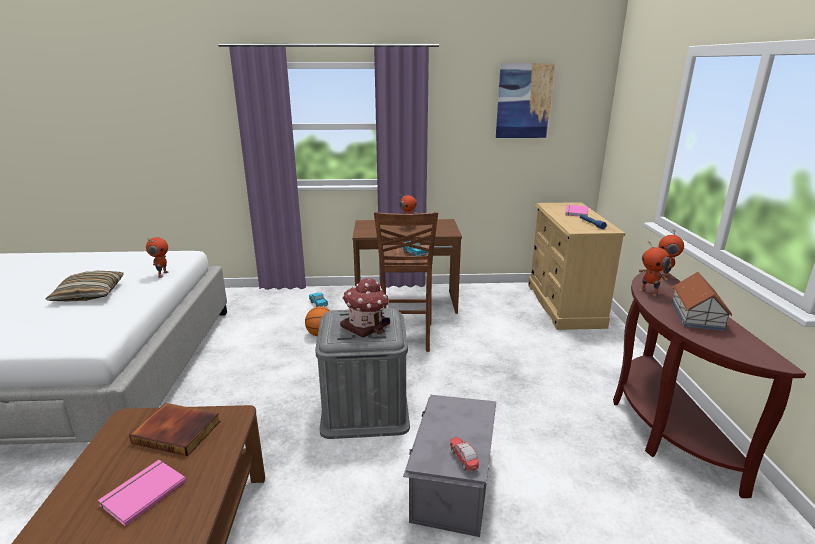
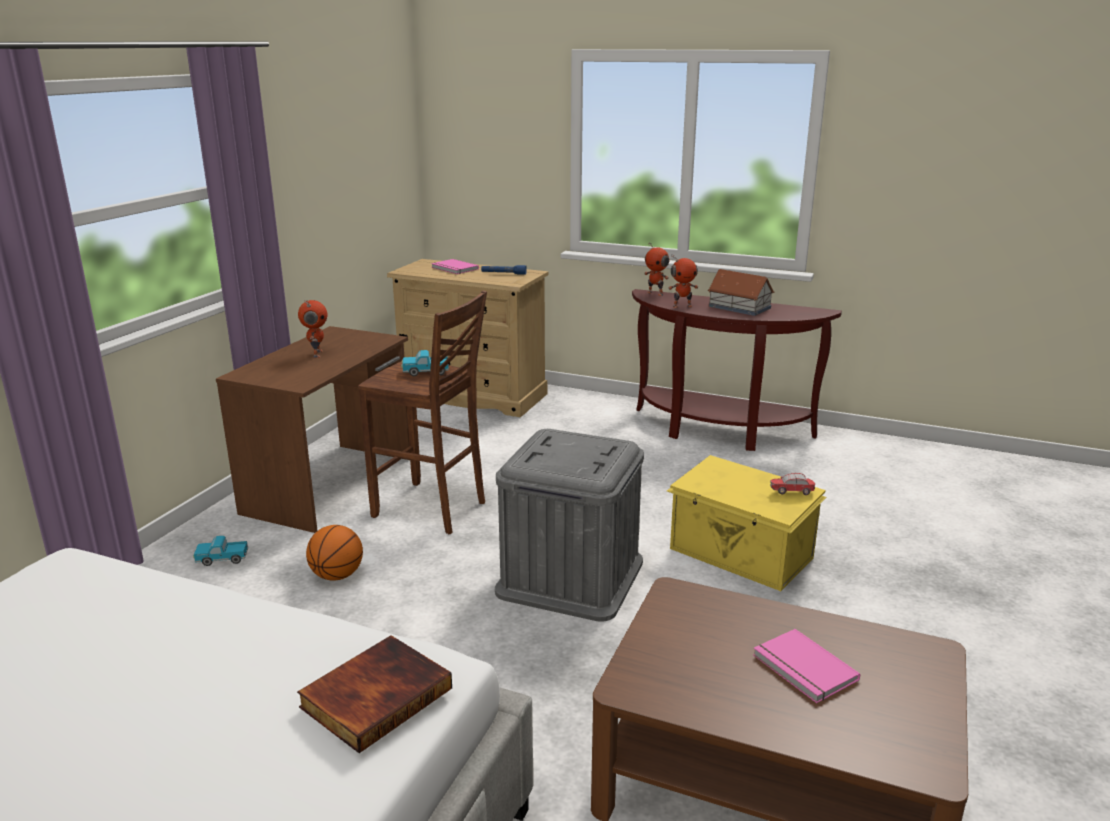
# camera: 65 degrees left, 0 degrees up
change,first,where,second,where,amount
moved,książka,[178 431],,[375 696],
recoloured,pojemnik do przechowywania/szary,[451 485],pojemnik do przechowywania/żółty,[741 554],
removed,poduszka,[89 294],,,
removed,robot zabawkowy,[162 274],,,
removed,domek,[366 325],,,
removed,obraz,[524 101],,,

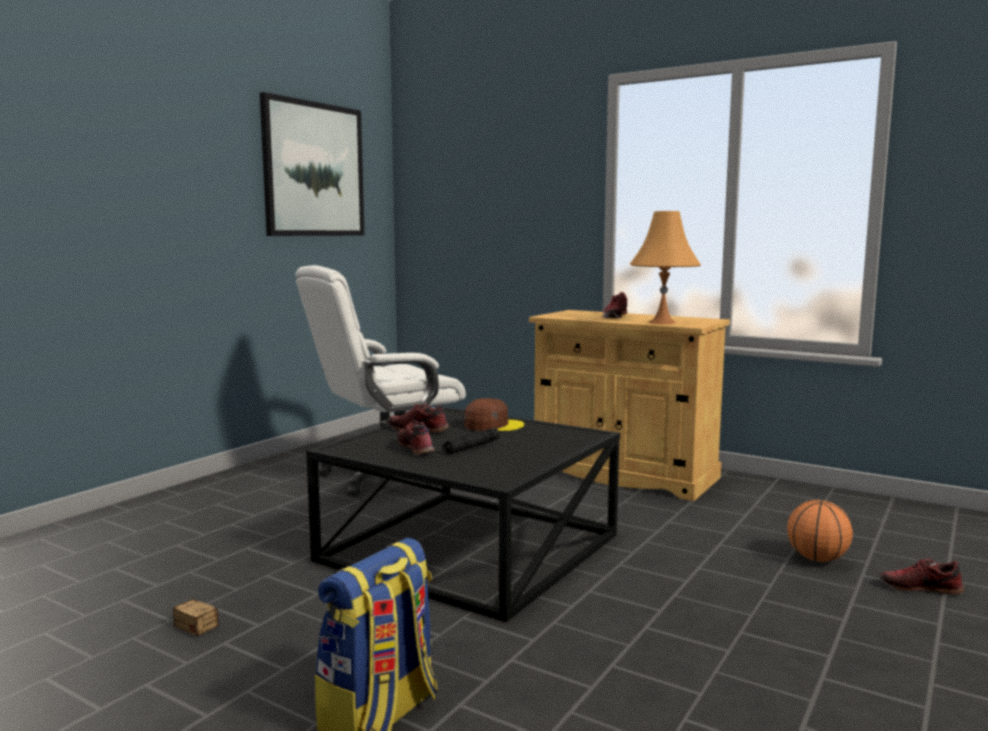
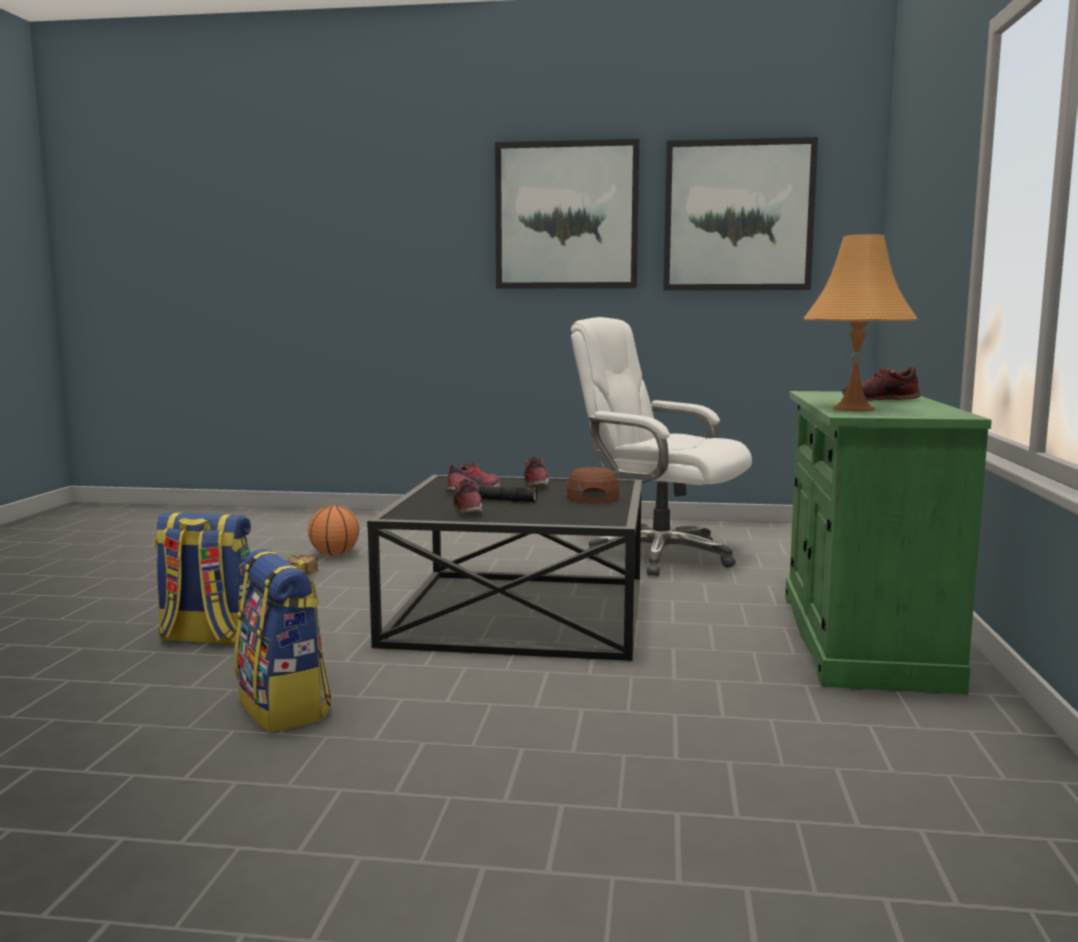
# camera: 65 degrees right, 0 degrees up
change,first,where,second,where,amount
added,,,plecak,[285 708],
moved,piłka do koszykówki,[817 559],,[334 555],
moved,but,[920 587],,[469 509],
added,,,obraz,[566 215],
turned,czapka z daszkiem/brązowy,[492 425],,[591 496],150 degrees counterclockwise
recoloured,szafka/beżowy,[623 474],szafka/zielony,[862 639],

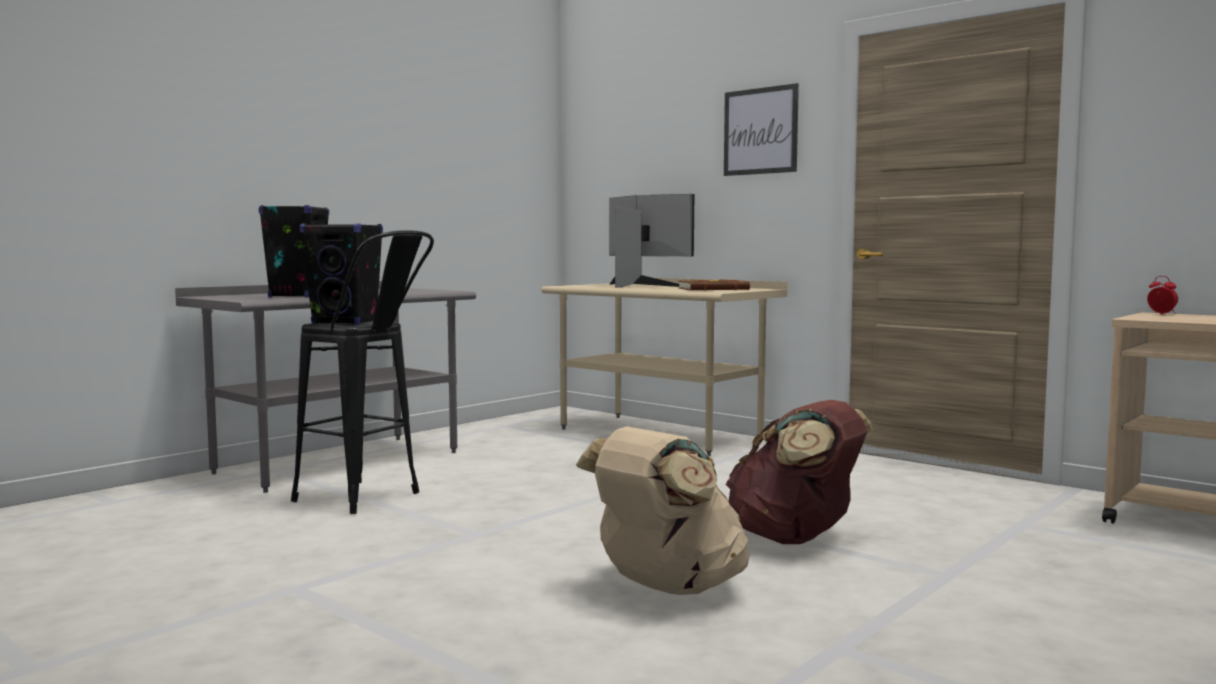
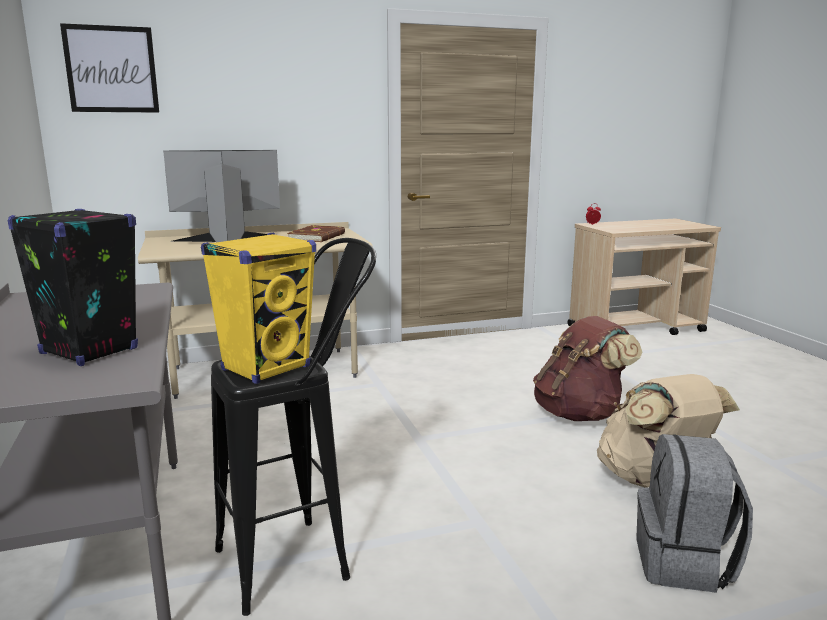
# camera: 60 degrees left, 10 degrees up
change,first,where,second,where,amount
moved,obraz,[760 131],,[111 69],
recoloured,głośnik/czarny,[346 323],głośnik/żółty,[266 368],
added,,,plecak/szary,[684 563],

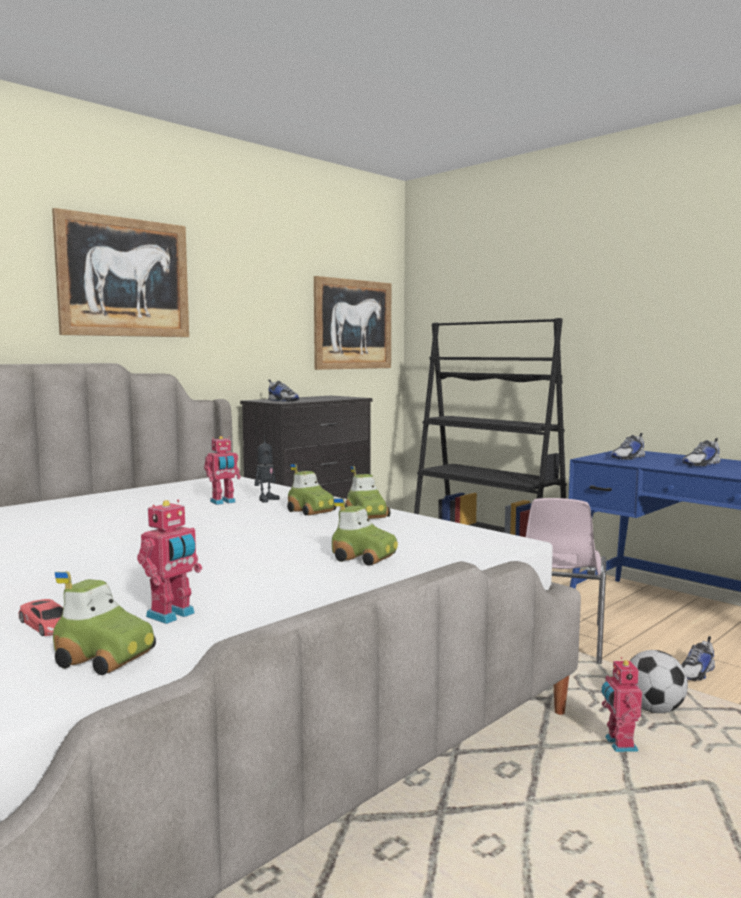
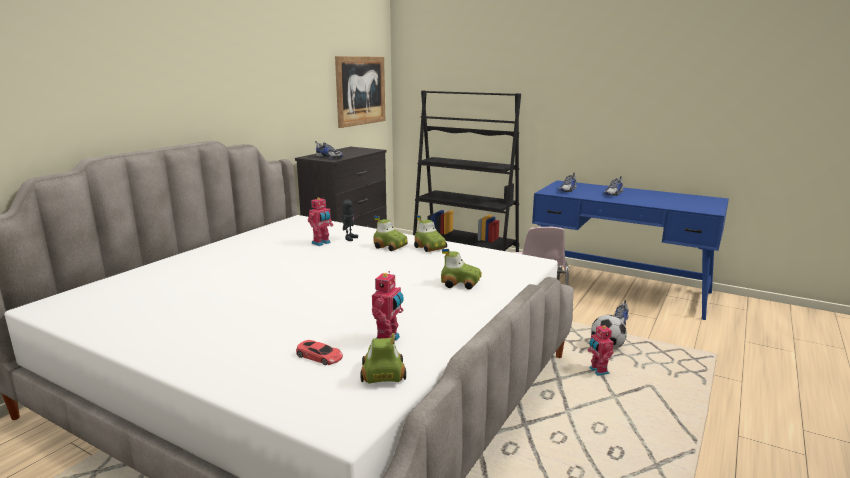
# camera: 15 degrees left, 10 degrees up
change,first,where,second,where,amount
turned,samochodzik,[107 657],,[382 374],105 degrees counterclockwise
removed,obraz,[124 277],,,

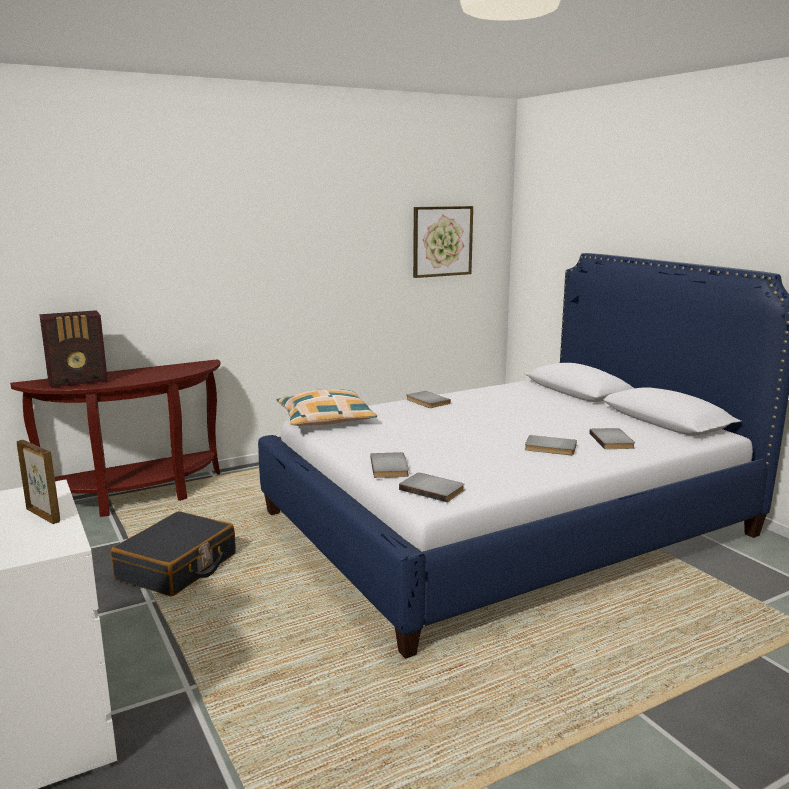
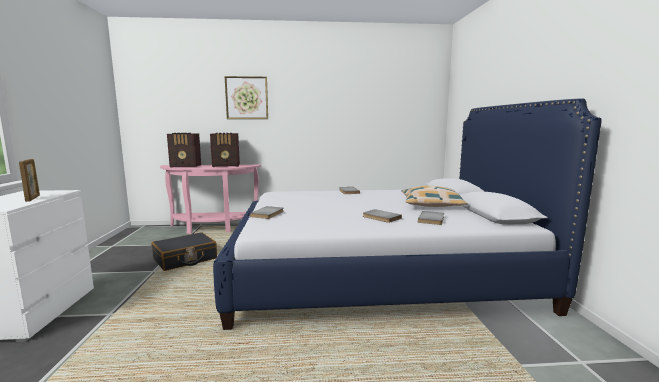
# camera: 25 degrees right, 5 degrees down
change,first,where,second,where,amount
recoloured,stolik konsolowy/brązowy,[138 496],stolik konsolowy/różowy,[212 228],
added,,,radio,[226 166],
moved,obraz,[442 241],,[247 98],
moved,poduszka,[325 419],,[431 204],
removed,książka/szary,[433 489],,,

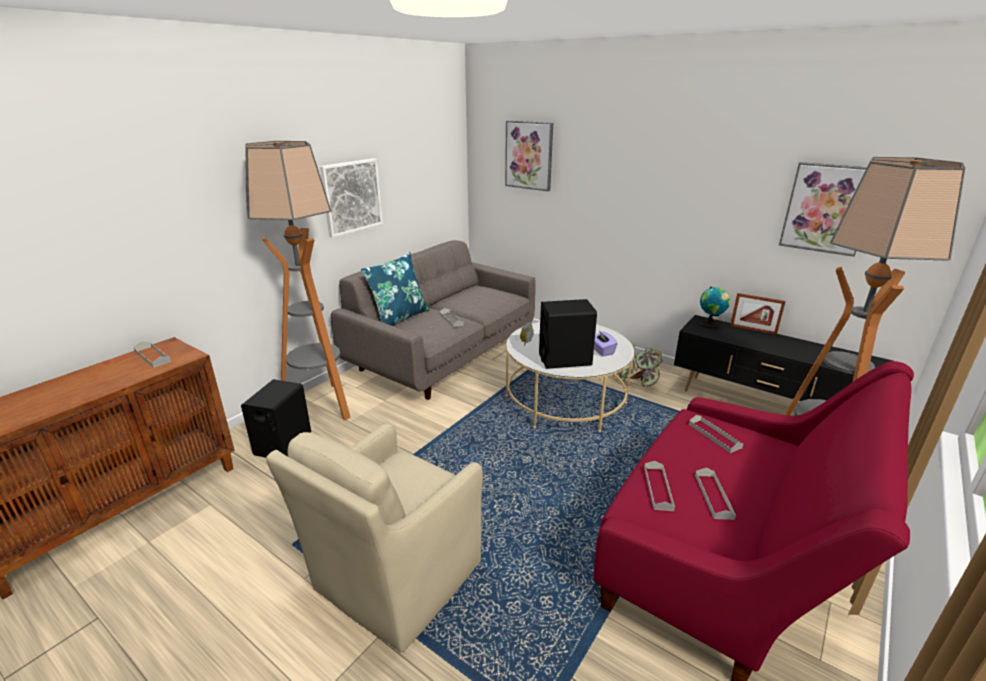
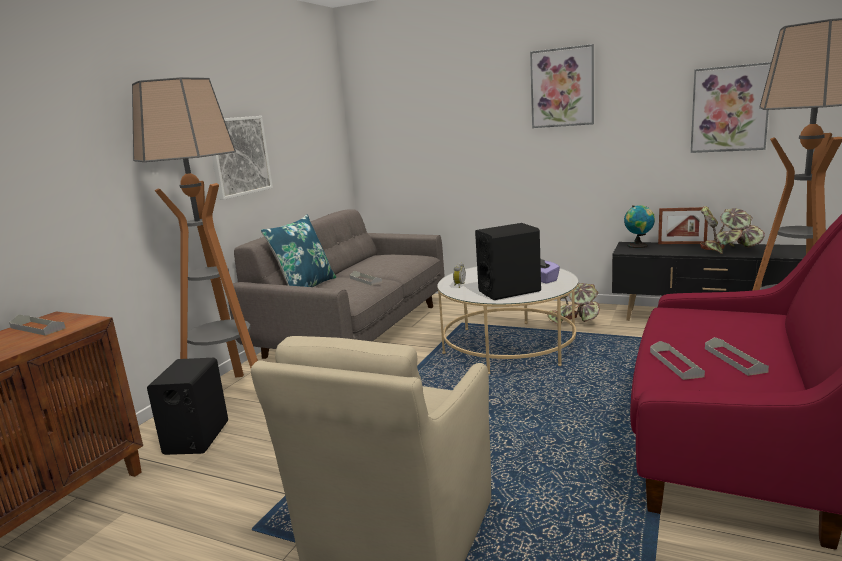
# camera: 10 degrees left, 10 degrees down
change,first,where,second,where,amount
moved,obraz,[529 155],,[562 87],
added,,,roślina doniczkowa,[727 249],
removed,taca/szary,[714 435],,,

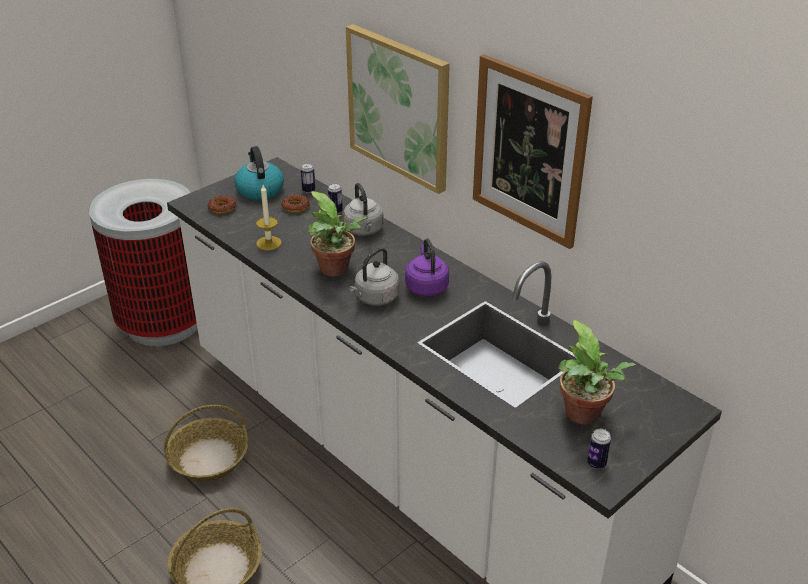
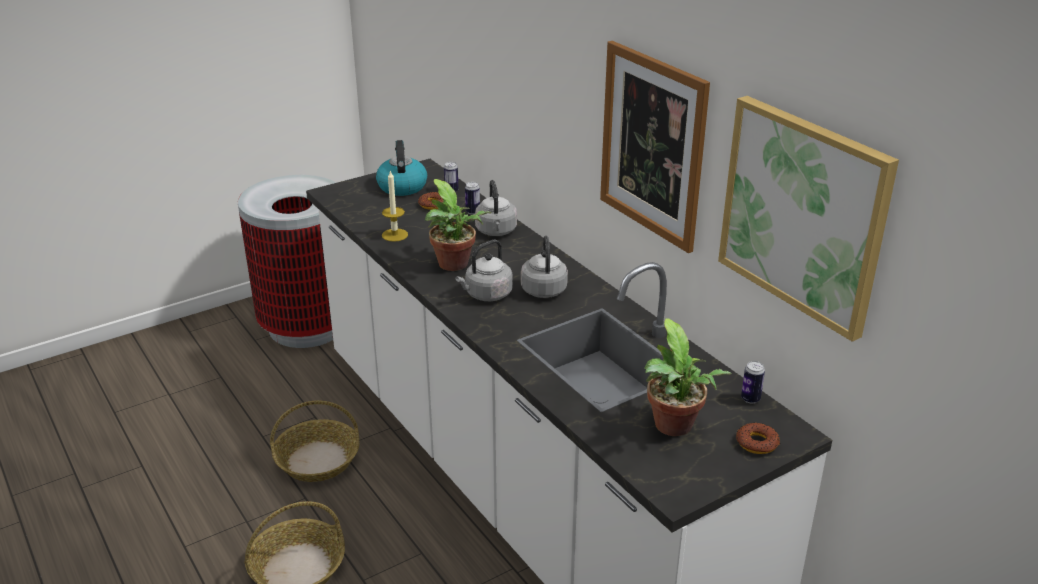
# camera: 10 degrees right, 5 degrees down
change,first,where,second,where,amount
recoloured,czajnik/fioletowy,[426 286],czajnik/szary,[543 289],
moved,obraz,[399 107],,[803 214],
moved,donut,[222 208],,[757 443],
moved,puszka,[596 463],,[750 399],

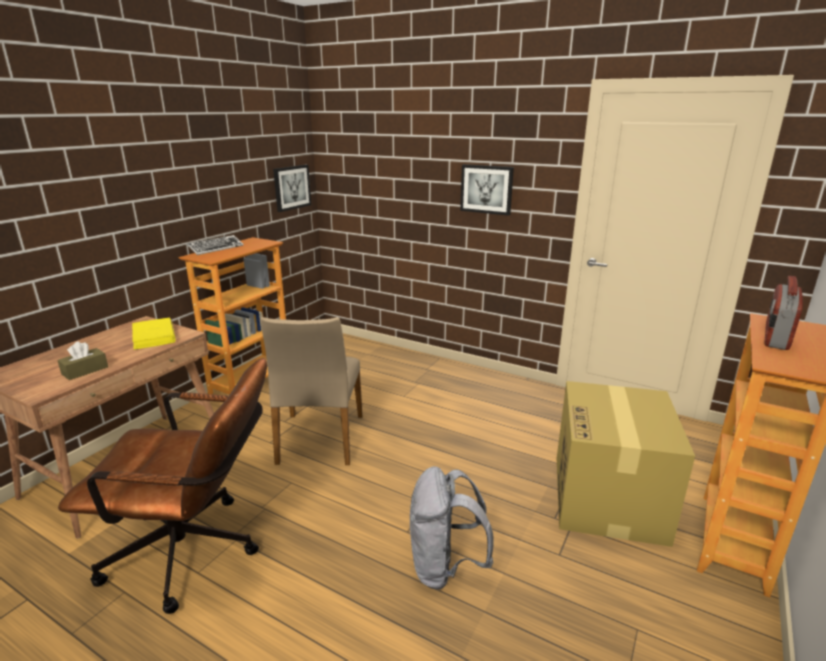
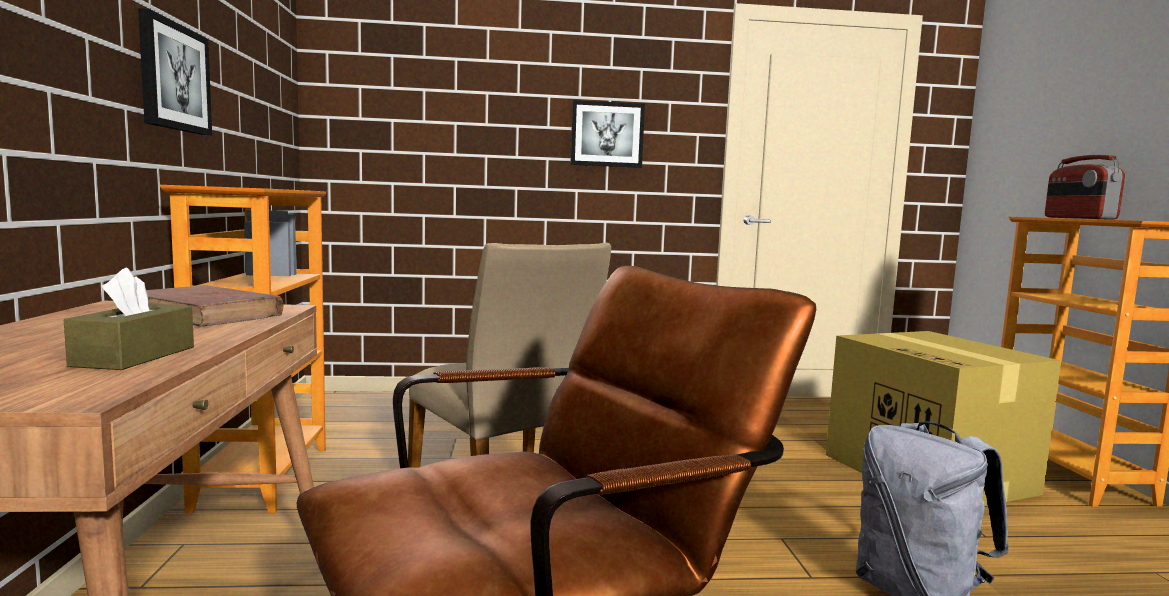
# camera: 35 degrees left, 15 degrees down
change,first,where,second,where,amount
moved,obraz,[291 187],,[173 77],
recoloured,książka/żółty,[154 336],książka/brązowy,[205 314],
removed,klawiatura,[216 248],,,

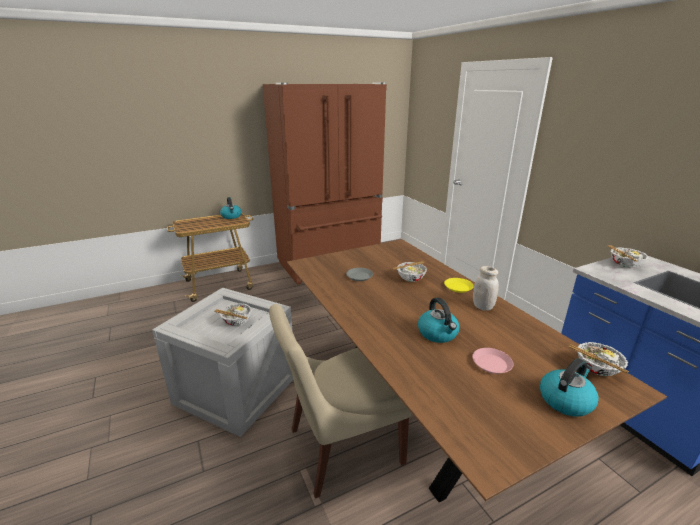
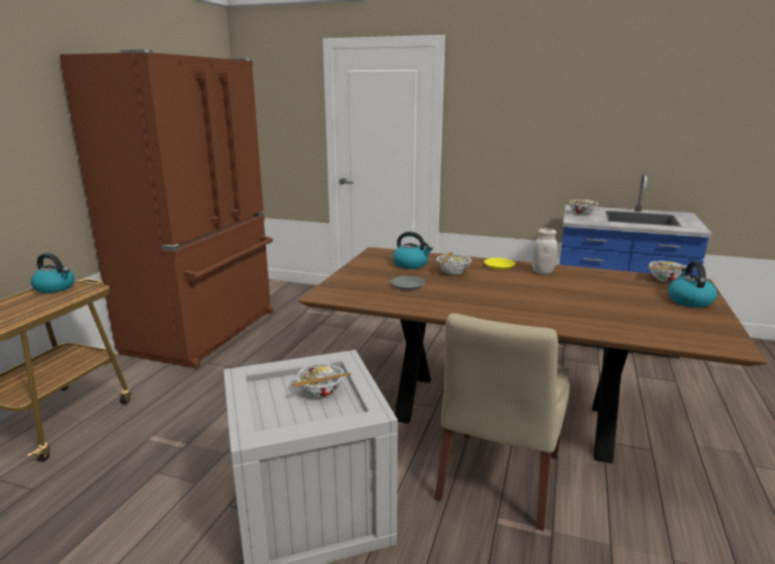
# camera: 45 degrees left, 5 degrees down
change,first,where,second,where,amount
moved,czajnik,[438 334],,[411 264],
removed,talerz/różowy,[491 363],,,

